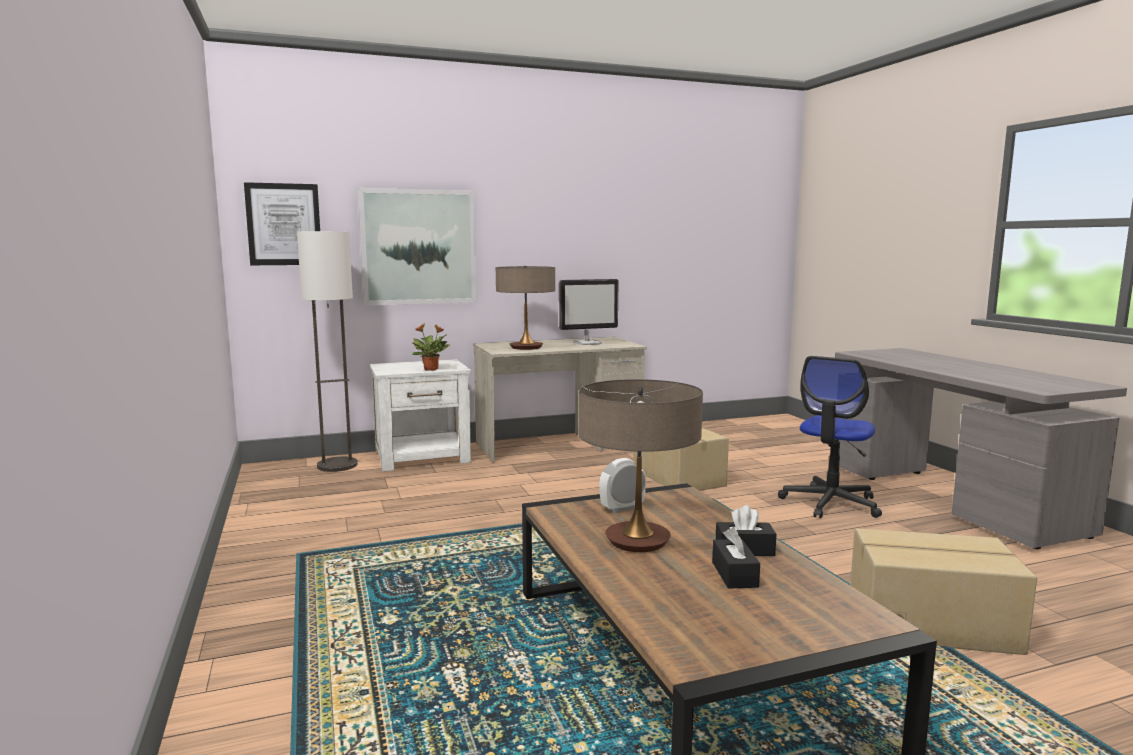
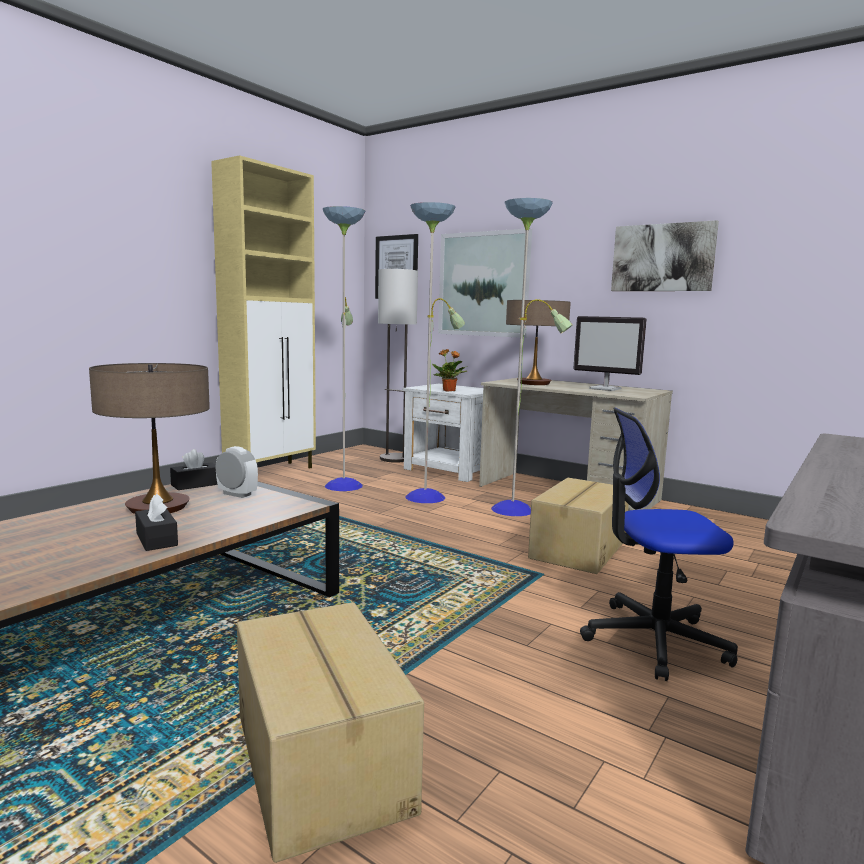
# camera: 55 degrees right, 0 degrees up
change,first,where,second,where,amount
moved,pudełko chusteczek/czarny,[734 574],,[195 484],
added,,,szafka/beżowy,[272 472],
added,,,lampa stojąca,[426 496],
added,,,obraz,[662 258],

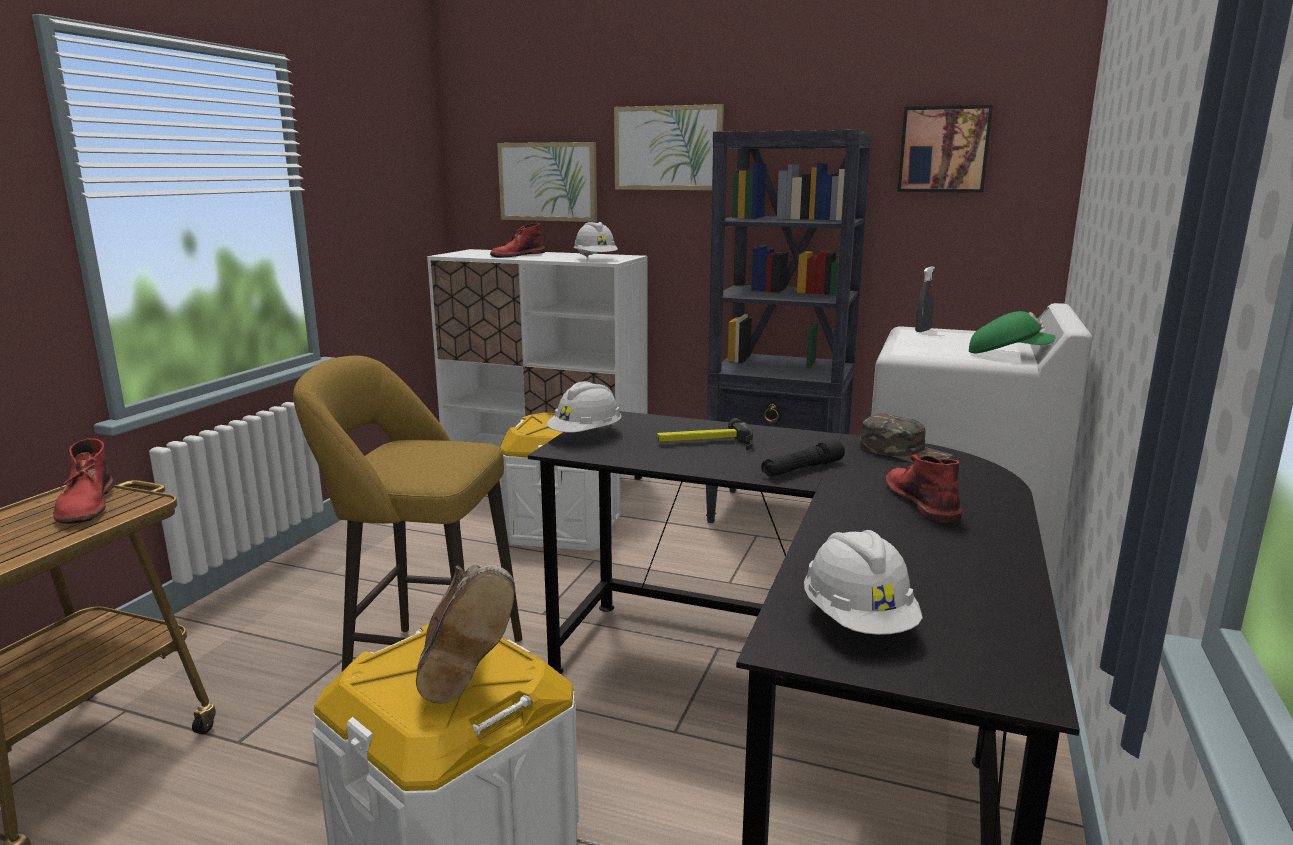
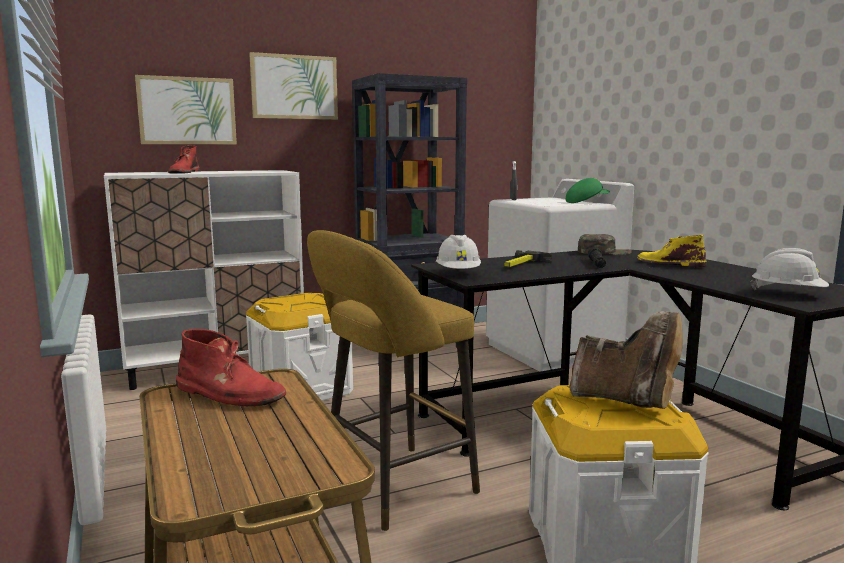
# camera: 45 degrees left, 5 degrees down
change,first,where,second,where,amount
recoloured,but z cholewką/czerwony,[921 501],but z cholewką/żółty,[670 263],
removed,kask/biały,[595 259],,,
removed,obraz,[944 149],,,

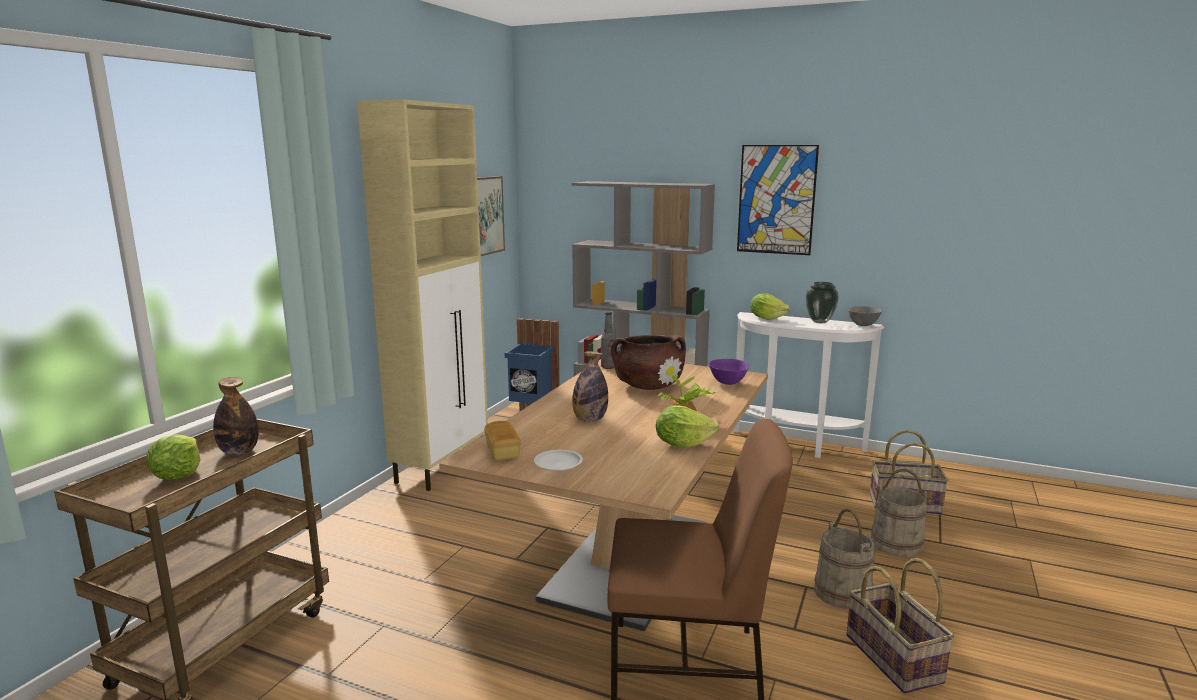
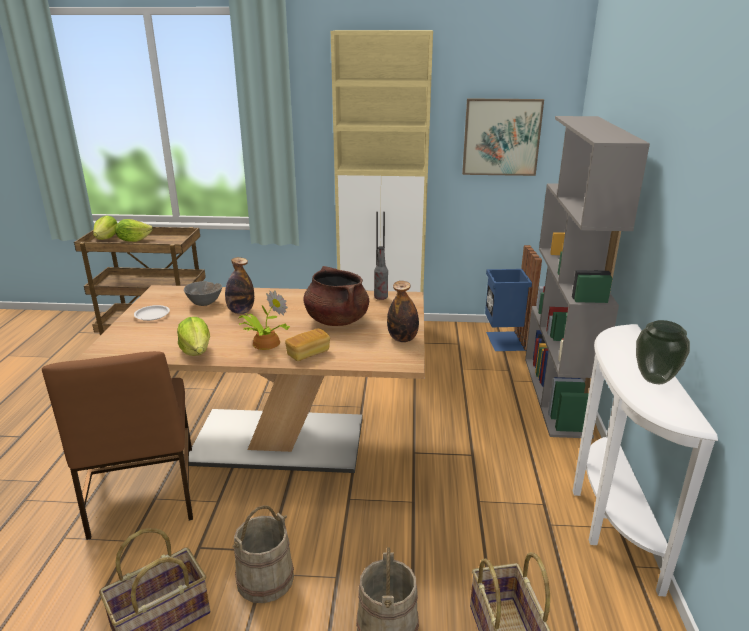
# camera: 70 degrees right, 10 degrees up
change,first,where,second,where,amount
moved,sałata,[766 318],,[107 238],
moved,miska/szary,[862 325],,[205 304],
moved,chleb,[502 452],,[308 353],
moved,butelka,[239 452],,[402 339],
removed,miska/fioletowy,[728 383],,,
removed,obraz,[776 200],,,

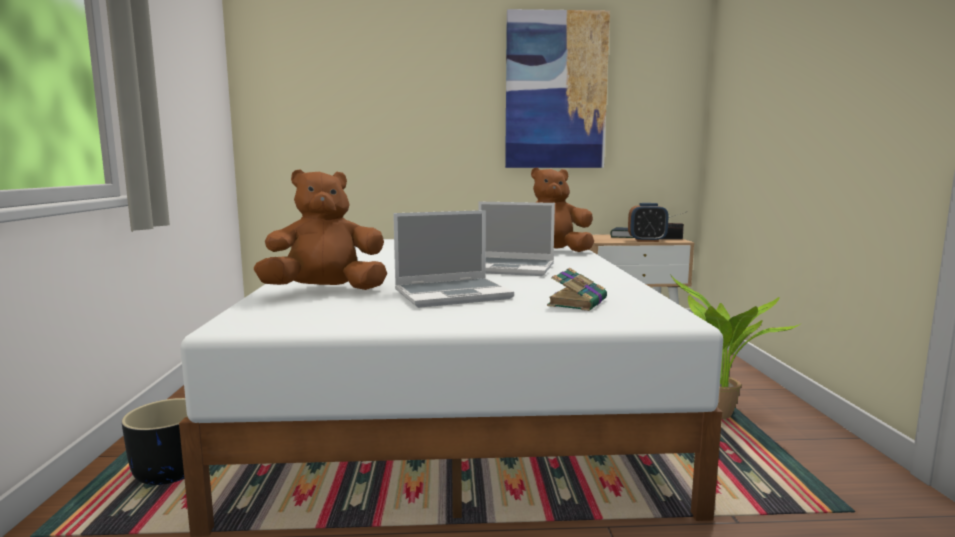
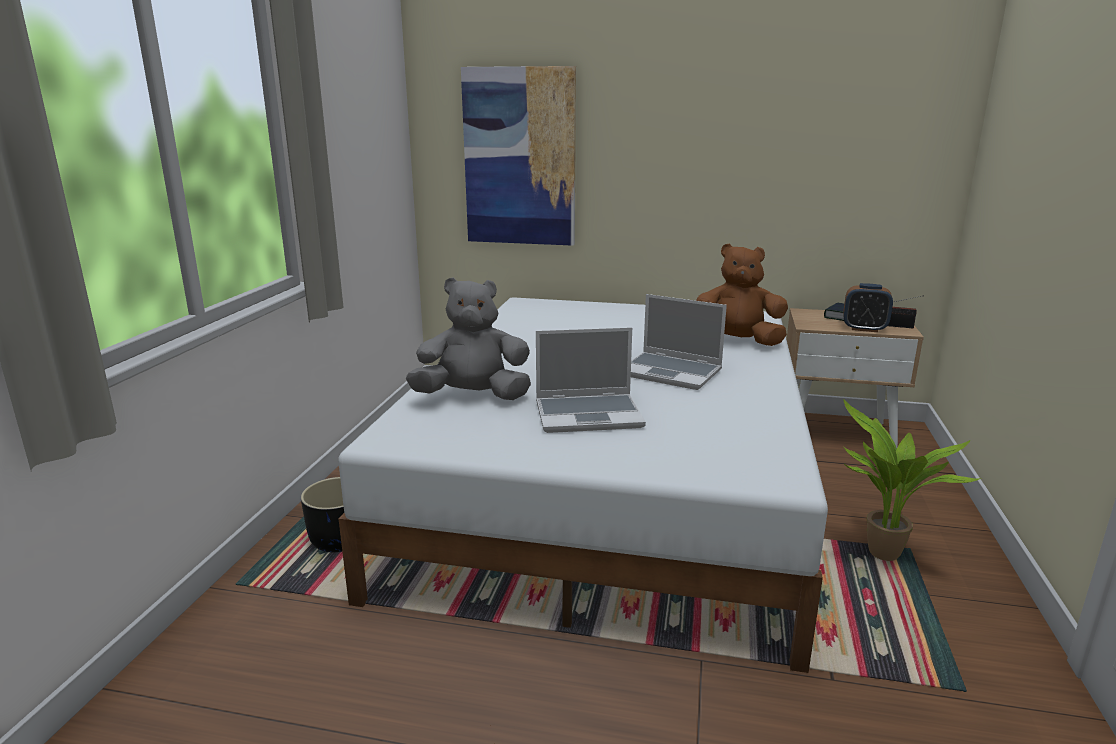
# camera: 15 degrees right, 10 degrees up
change,first,where,second,where,amount
recoloured,pluszak/brązowy,[326 291],pluszak/szary,[473 396],
moved,obraz,[555 91],,[520 157],
removed,książka,[578 302],,,

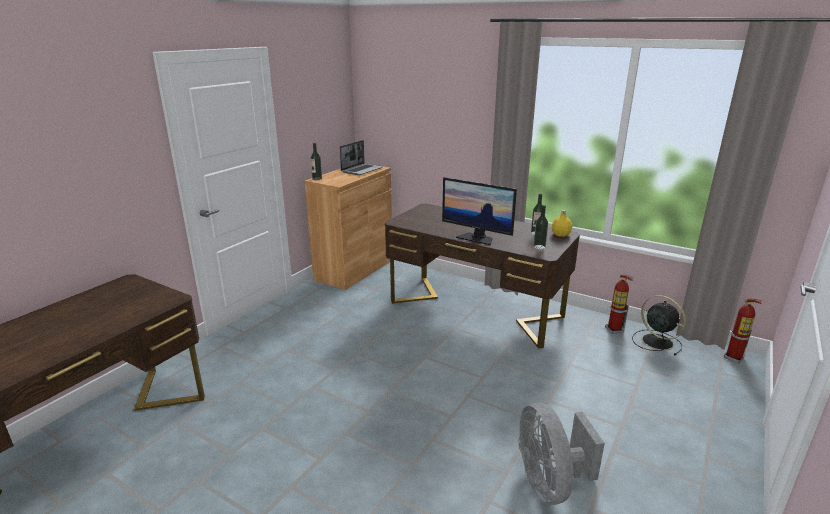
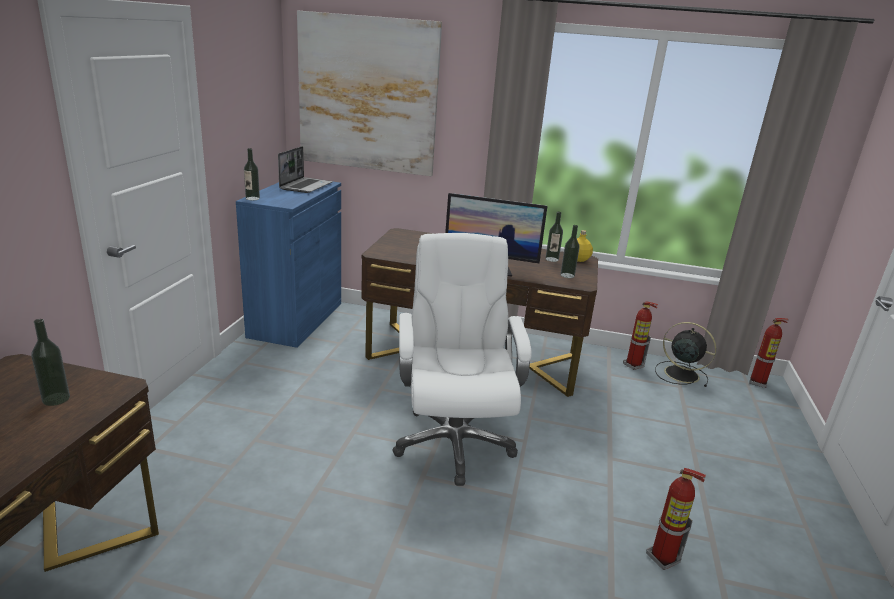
# camera: 20 degrees left, 0 degrees up
change,first,where,second,where,amount
added,,,butelka,[56 399],
recoloured,szafka/brązowy,[354 269],szafka/niebieski,[296 319],
added,,,obraz,[367 95],
added,,,krzesło biurowe/biały,[453 442],
replaced,wentylator/szary,[549 482],gaśnica,[663 558],

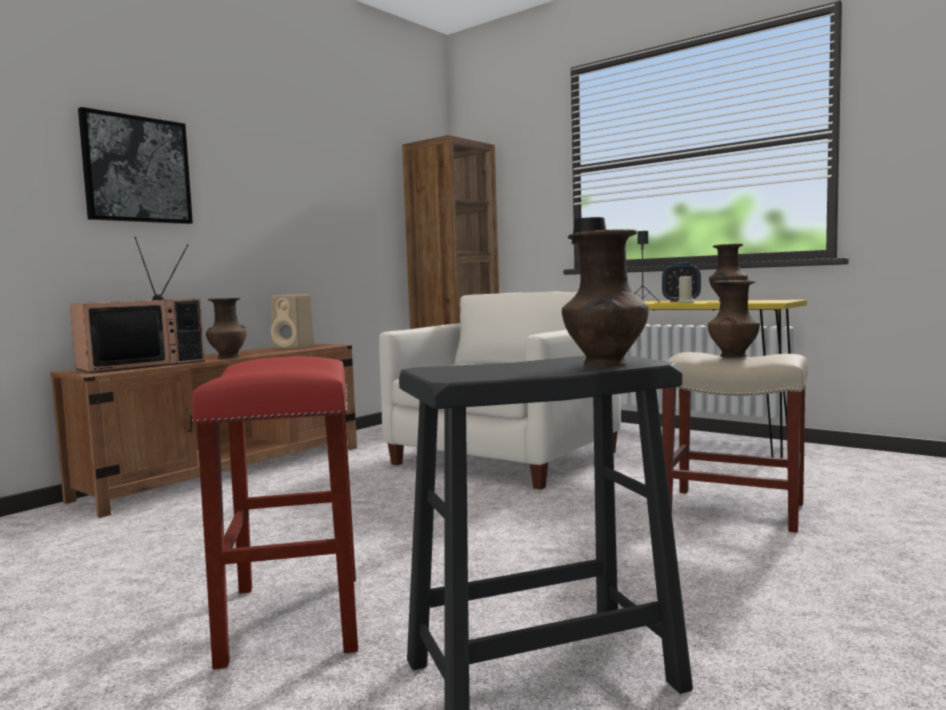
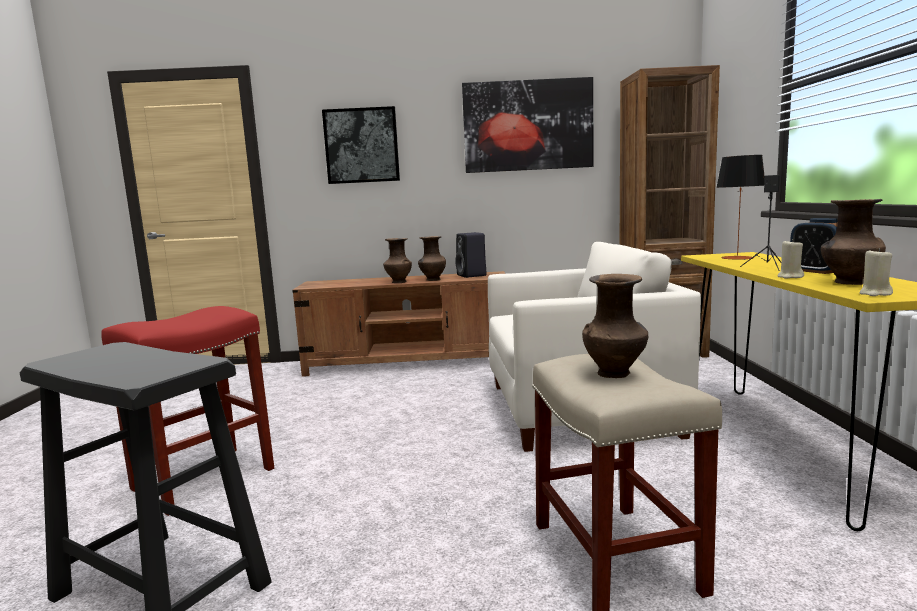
# camera: 50 degrees right, 5 degrees up
change,first,where,second,where,amount
moved,wazon/brązowy,[605 365],,[432 280],
recoloured,głośnik/beżowy,[294 347],głośnik/czarny,[472 275],
added,,,obraz,[528 126],
added,,,świeca/beżowy,[875 294],
removed,telewizor,[142 364],,,

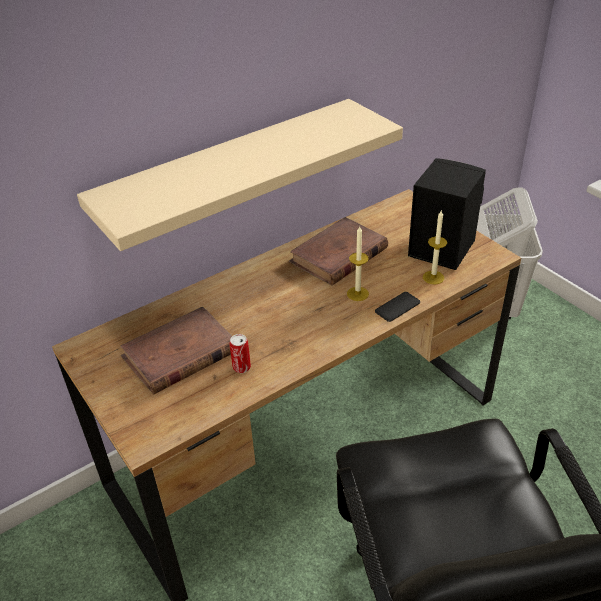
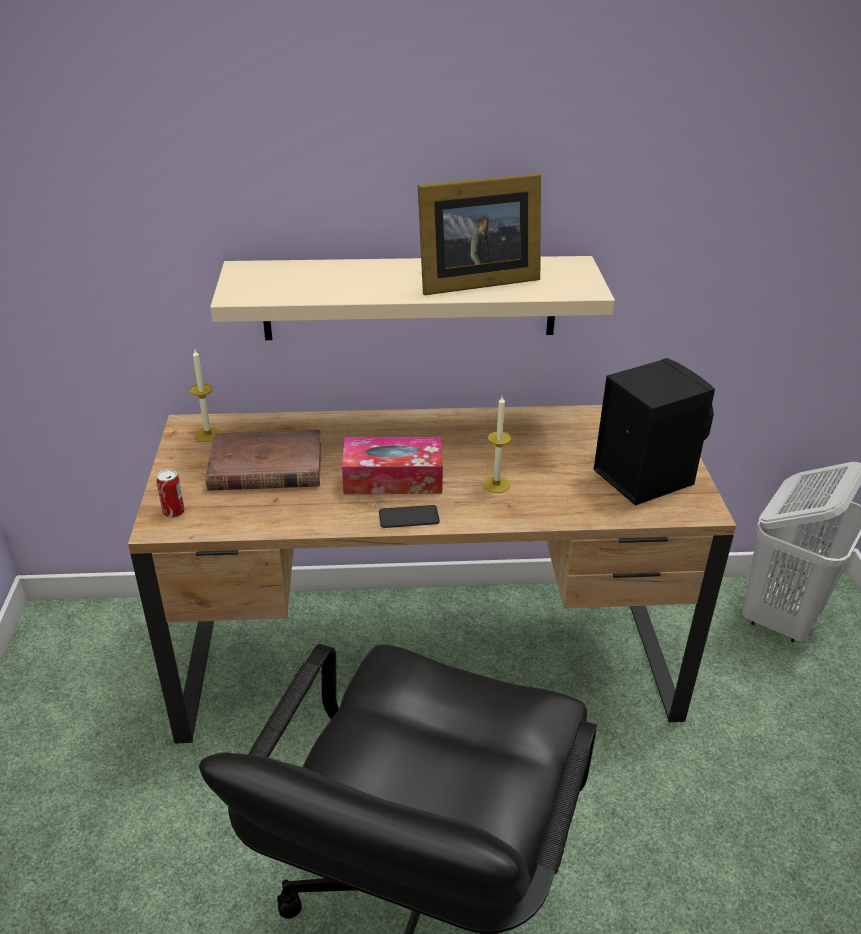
# camera: 30 degrees right, 5 degrees down
change,first,where,second,where,amount
moved,puszka,[241 367],,[173 512],
moved,świeca,[433 277],,[208 434],
added,,,pudełko chusteczek,[393 478],
moved,telefon,[397 307],,[409 517],
added,,,ramka na zdjęcie,[472 281],
removed,książka/brązowy,[338 255],,,

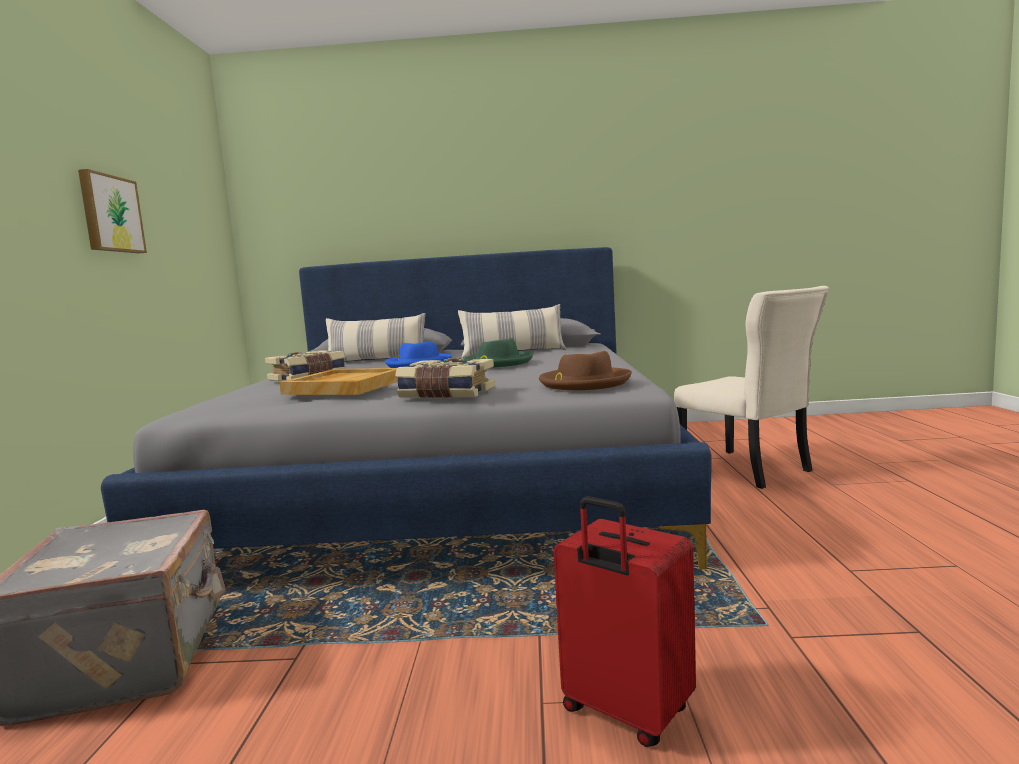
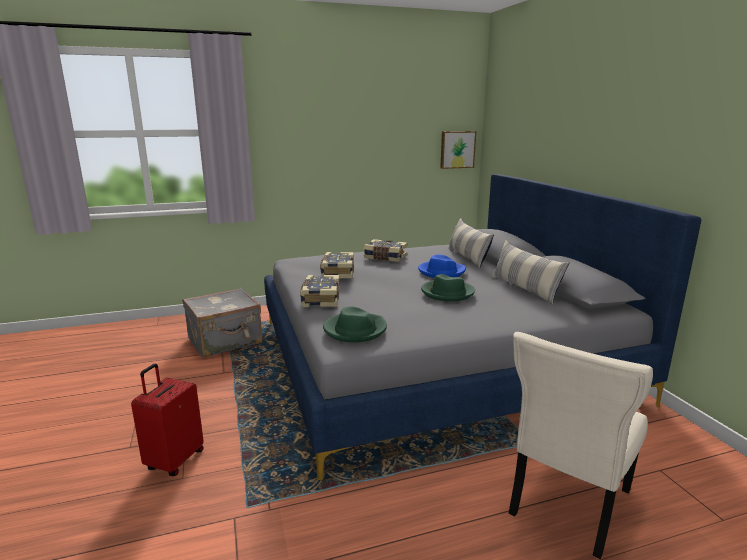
# camera: 70 degrees right, 10 degrees up
change,first,where,second,where,amount
replaced,taca/beżowy,[345 386],książka,[337 272],
recoloured,kapelusz/brązowy,[584 383],kapelusz/zielony,[355 330],
moved,obraz,[110 214],,[457 149],

